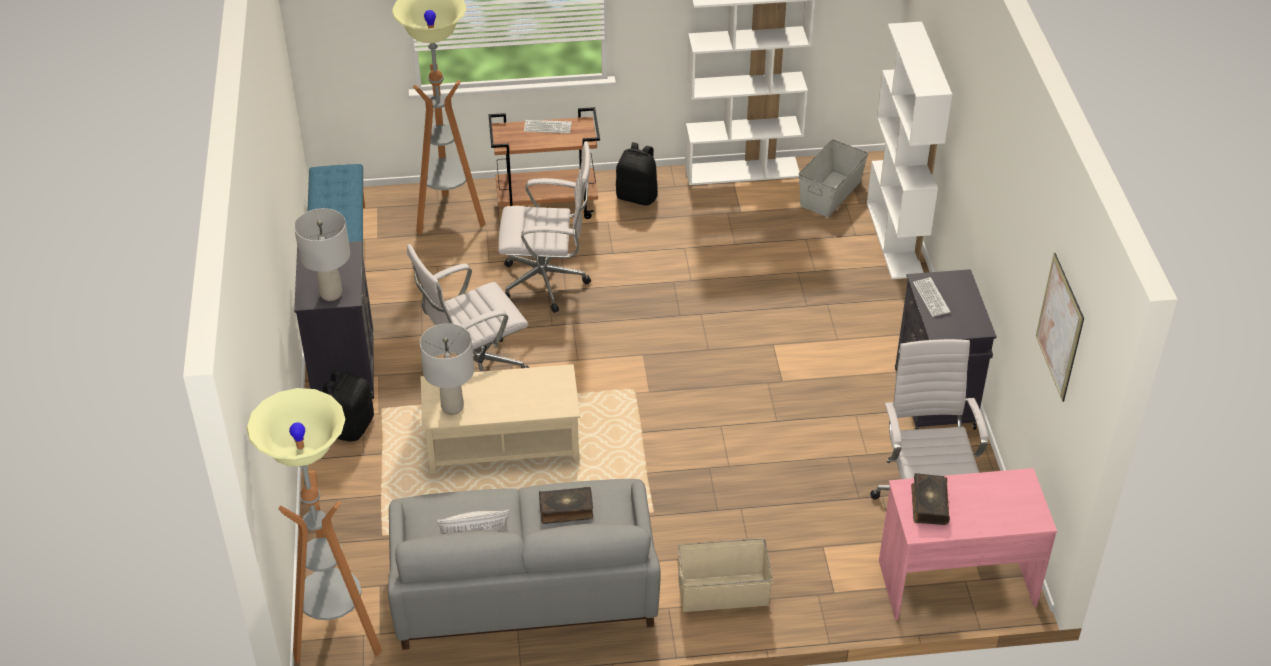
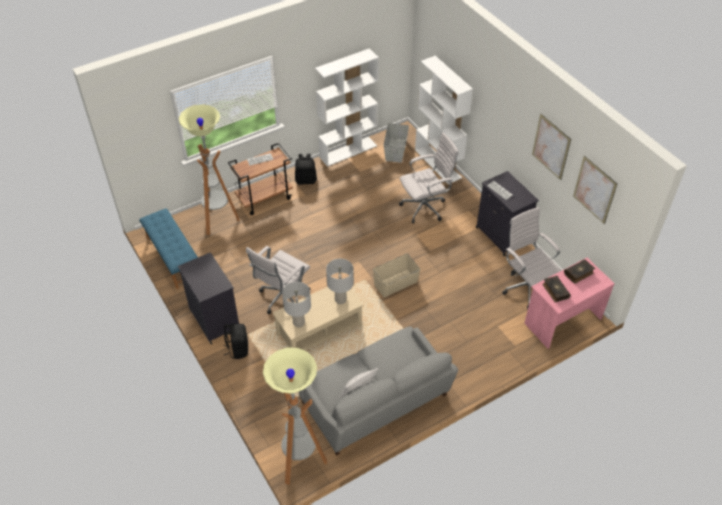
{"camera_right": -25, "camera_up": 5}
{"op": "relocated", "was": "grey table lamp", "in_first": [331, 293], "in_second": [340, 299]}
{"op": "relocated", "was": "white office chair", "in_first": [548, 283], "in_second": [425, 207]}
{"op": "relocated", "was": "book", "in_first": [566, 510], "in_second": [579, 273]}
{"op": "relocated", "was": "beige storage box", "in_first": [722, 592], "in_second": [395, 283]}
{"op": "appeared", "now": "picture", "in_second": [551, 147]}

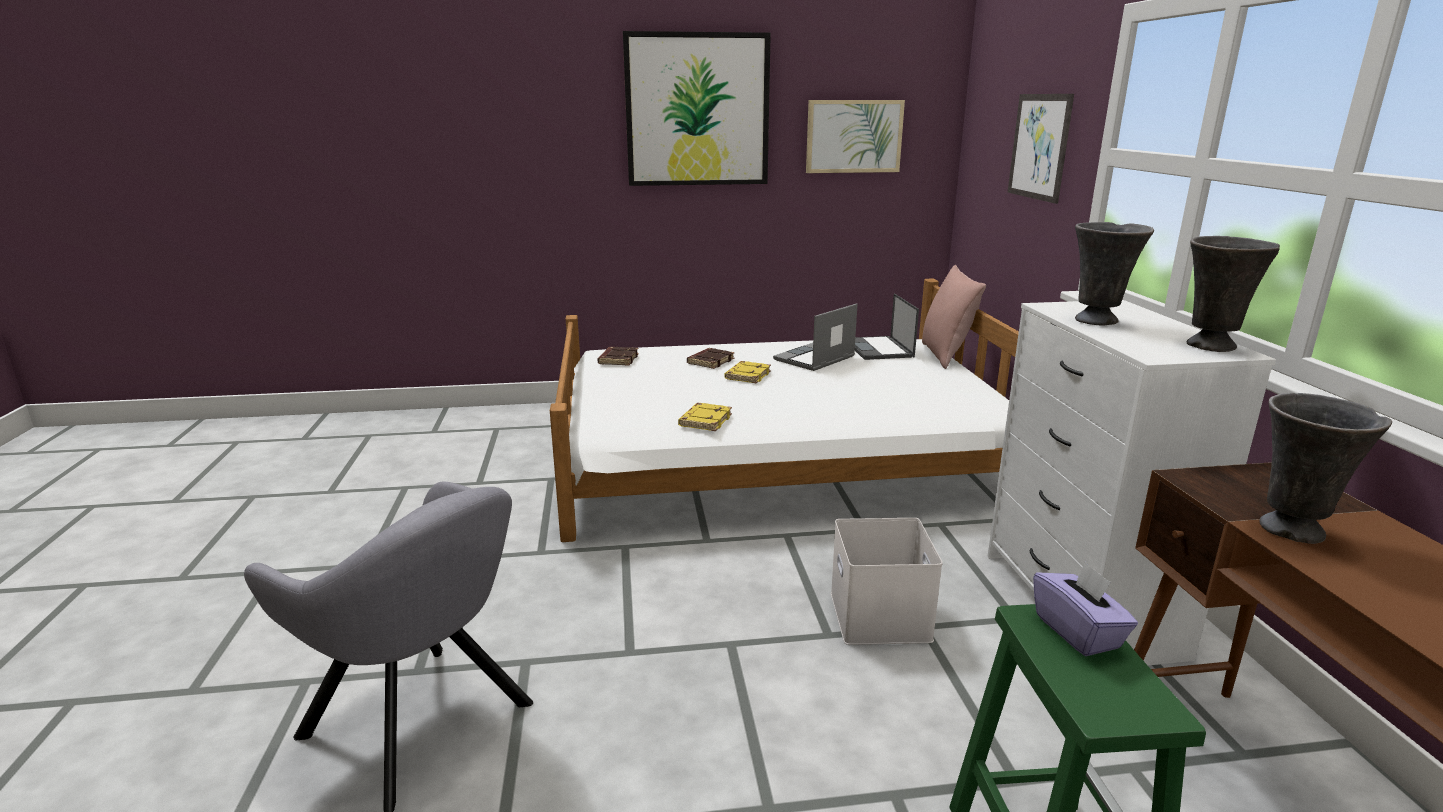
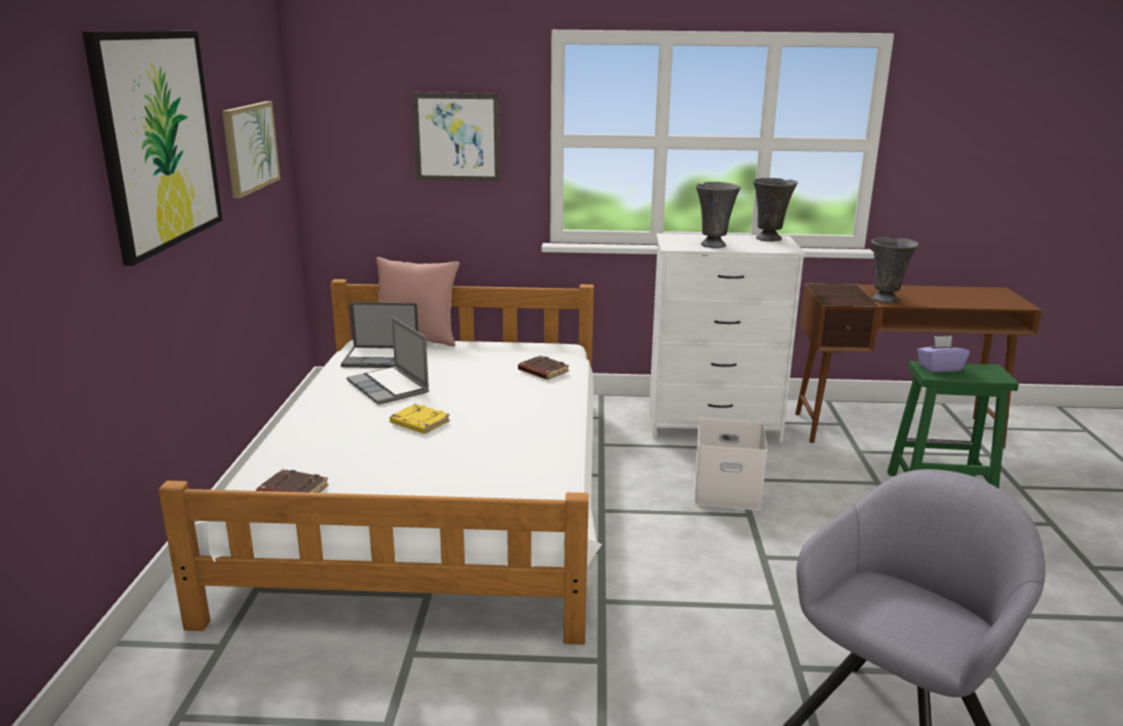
{"camera_right": -80, "camera_up": 0}
{"op": "missing", "was": "yellow book", "in_first": [705, 421]}
{"op": "relocated", "was": "brown book", "in_first": [710, 361], "in_second": [542, 371]}

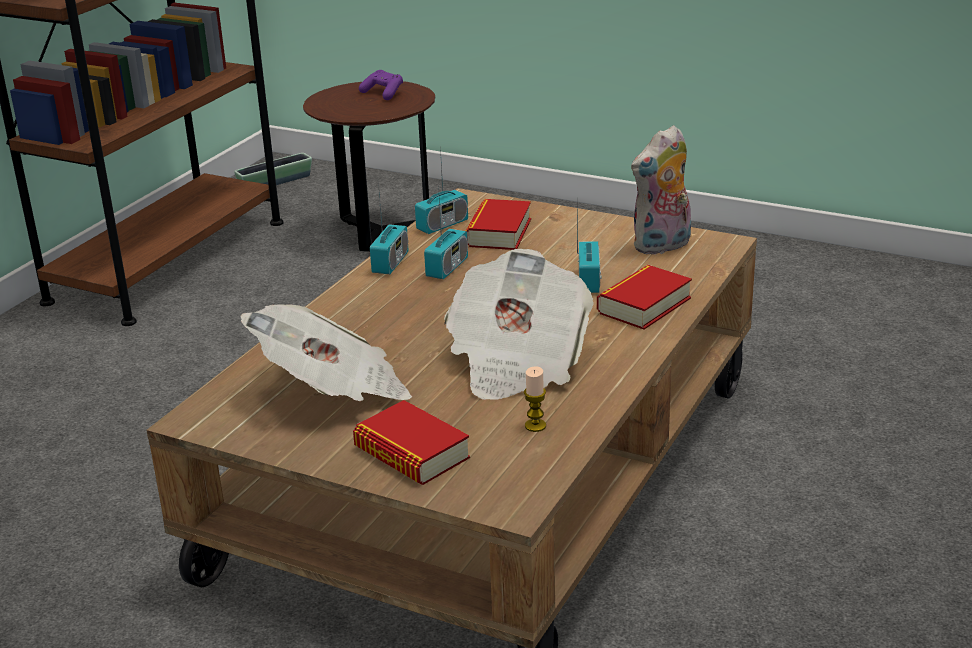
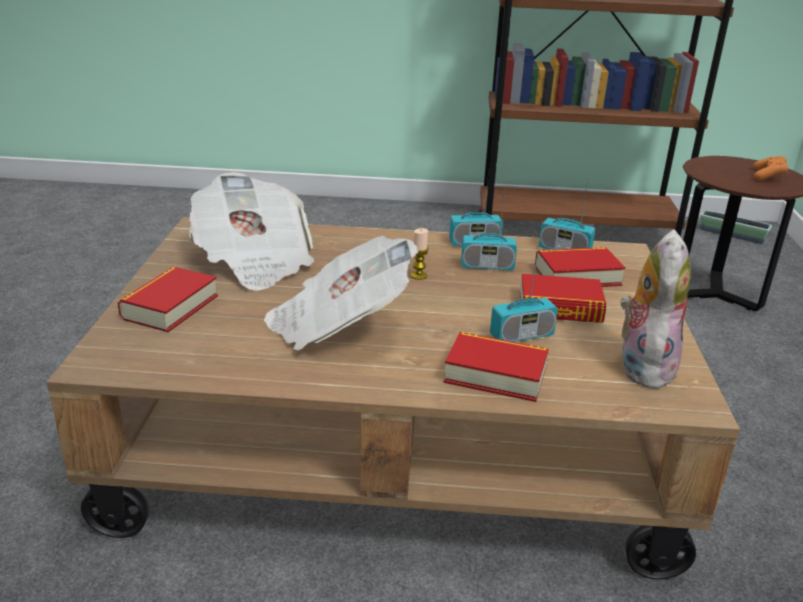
{"camera_right": 65, "camera_up": 0}
{"op": "colour", "was": "purple game controller", "now": "orange game controller", "in_first": [383, 93], "in_second": [768, 176]}
{"op": "relocated", "was": "candle", "in_first": [535, 426], "in_second": [418, 276]}
{"op": "spun", "was": "plush toy", "in_first": [662, 246], "in_second": [642, 365], "clockwise": 75}
{"op": "appeared", "now": "book", "in_second": [560, 308]}

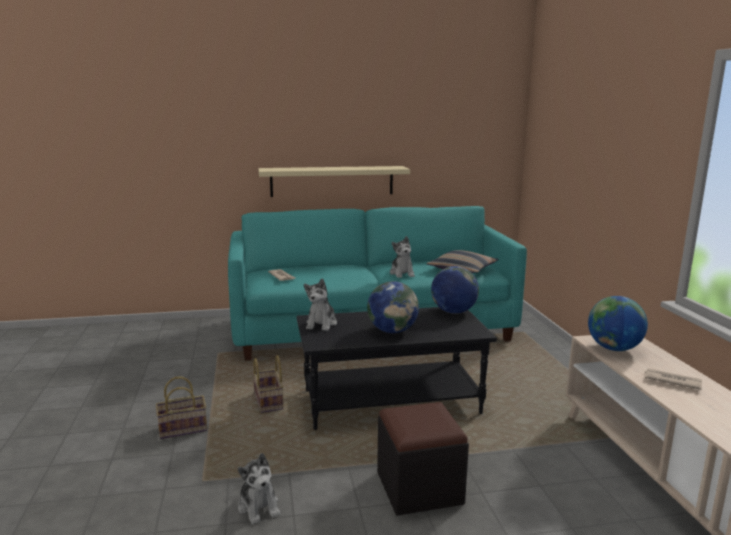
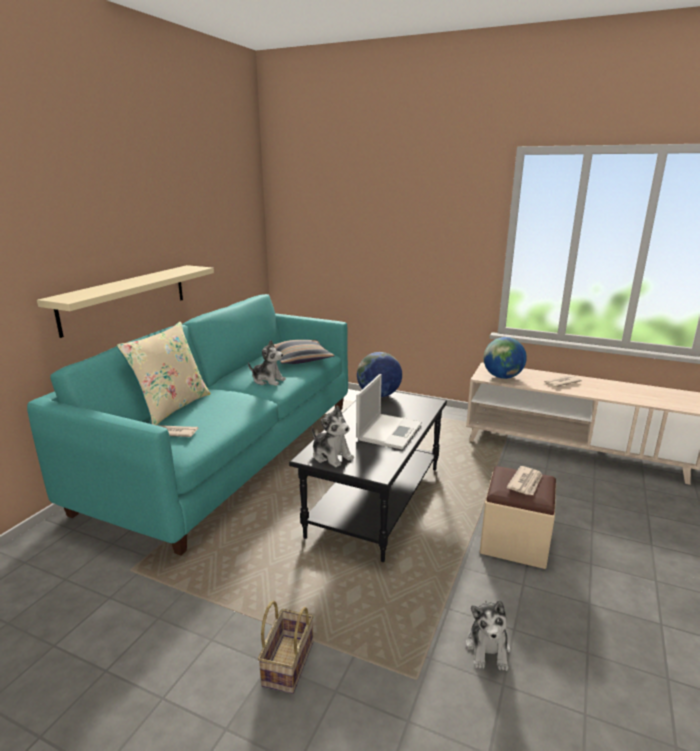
{"camera_right": -55, "camera_up": 5}
{"op": "spun", "was": "plush toy", "in_first": [259, 506], "in_second": [488, 648], "clockwise": 90}
{"op": "missing", "was": "basket", "in_first": [269, 402]}
{"op": "exchanged", "was": "globe", "now": "laptop", "in_first": [392, 331], "in_second": [389, 431]}
{"op": "colour", "was": "black ottoman", "now": "beige ottoman", "in_first": [419, 488], "in_second": [514, 542]}
{"op": "appeared", "now": "beige pillow", "in_second": [172, 407]}
{"op": "appeared", "now": "newspaper", "in_second": [526, 482]}

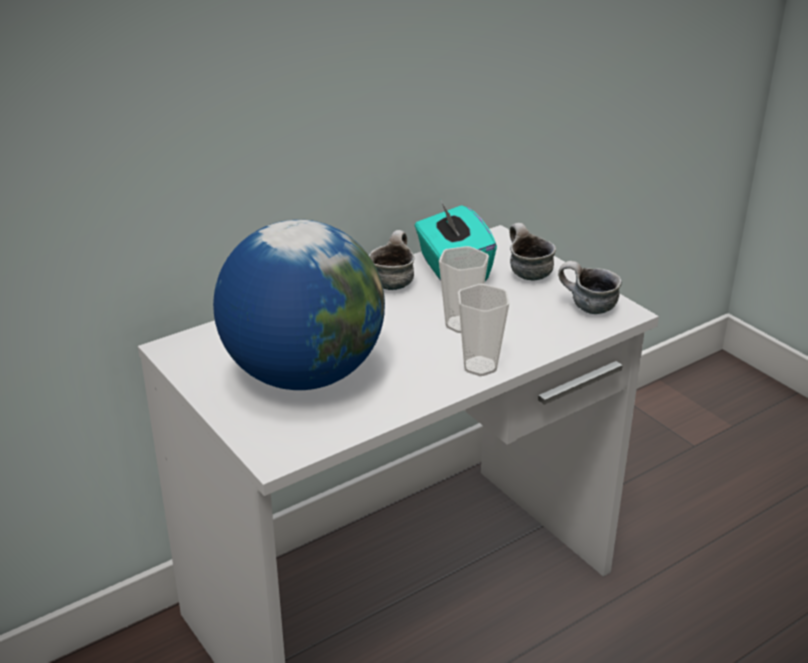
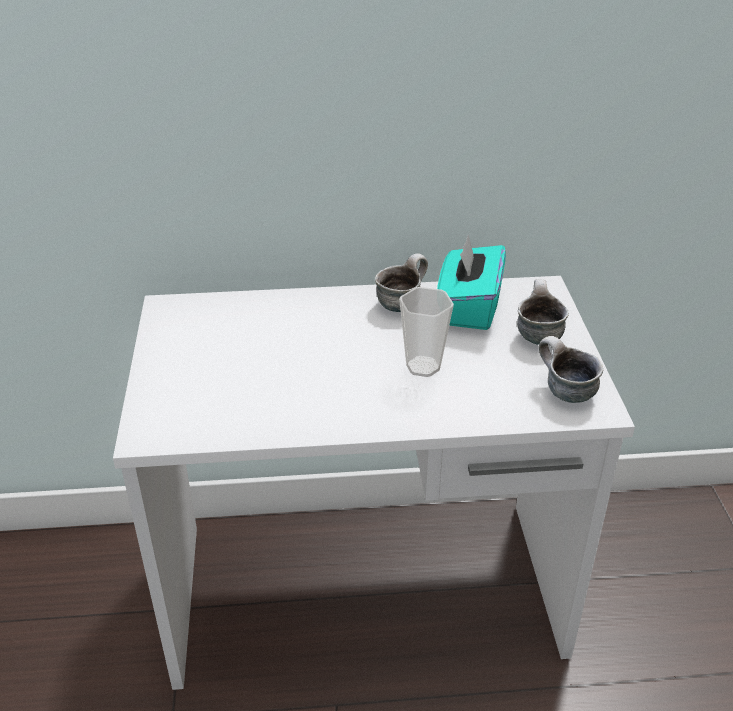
{"camera_right": 30, "camera_up": 5}
{"op": "missing", "was": "globe", "in_first": [303, 375]}
{"op": "missing", "was": "cup", "in_first": [480, 366]}

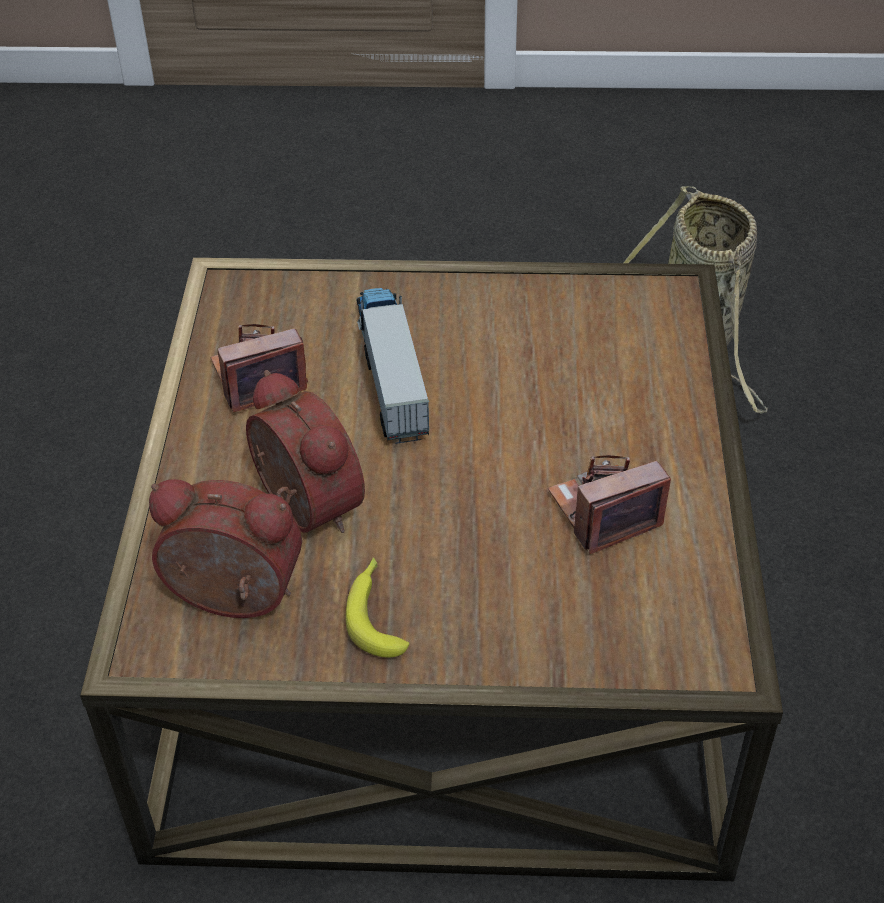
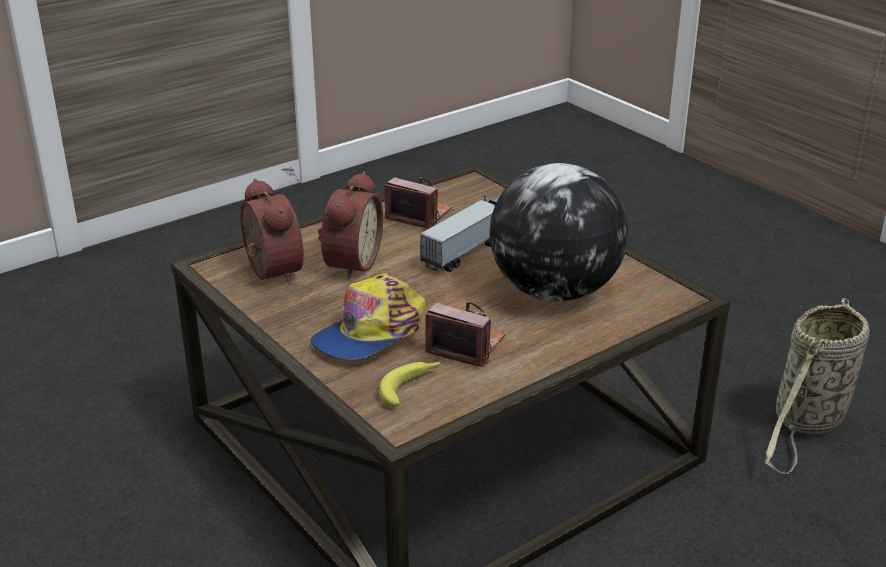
{"camera_right": 50, "camera_up": -15}
{"op": "relocated", "was": "banana", "in_first": [377, 613], "in_second": [411, 387]}
{"op": "appeared", "now": "cap", "in_second": [371, 333]}
{"op": "appeared", "now": "globe", "in_second": [554, 292]}

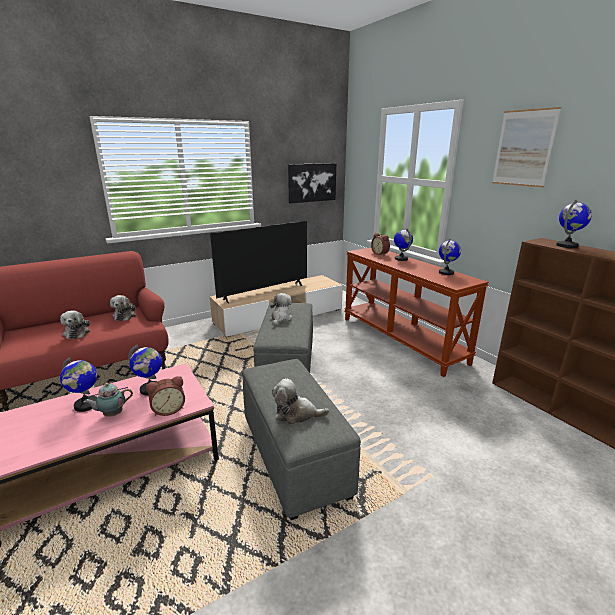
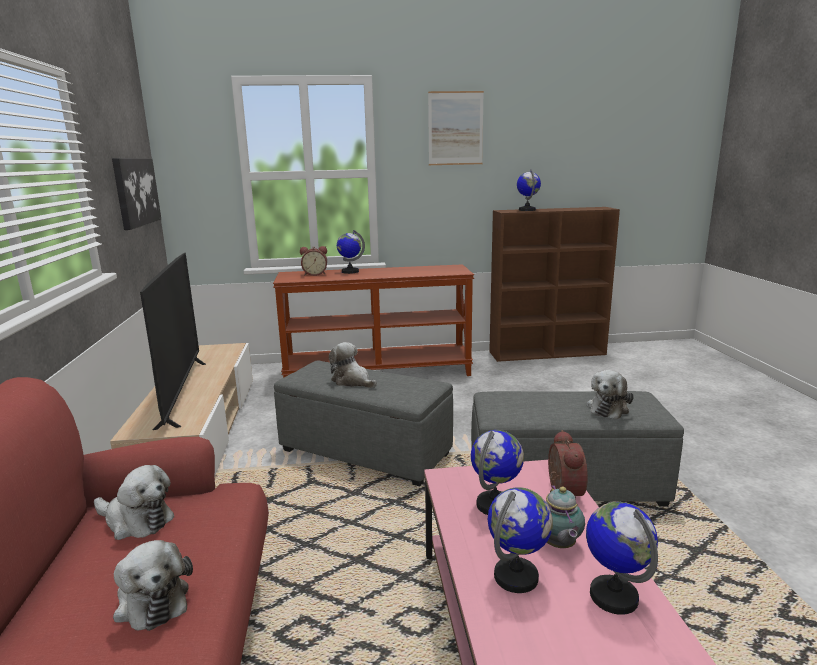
{"camera_right": -65, "camera_up": -5}
{"op": "spun", "was": "plush toy", "in_first": [77, 332], "in_second": [151, 599], "clockwise": 45}
{"op": "relocated", "was": "globe", "in_first": [446, 272], "in_second": [613, 596]}

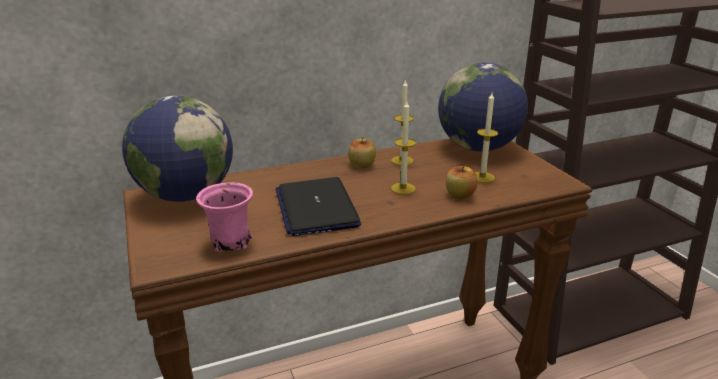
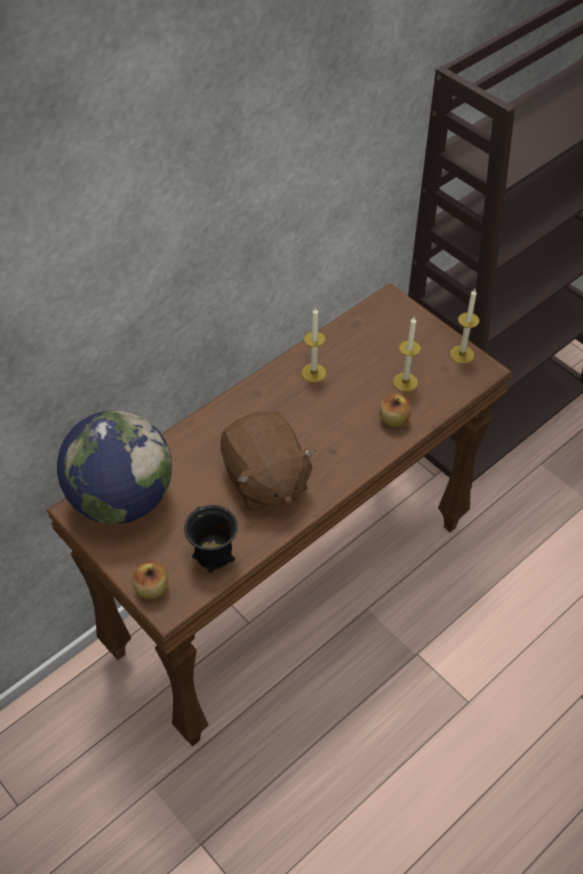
{"camera_right": -20, "camera_up": 25}
{"op": "colour", "was": "pink mug", "now": "black mug", "in_first": [230, 242], "in_second": [213, 555]}
{"op": "exchanged", "was": "laptop", "now": "brown plush toy", "in_first": [316, 207], "in_second": [265, 480]}
{"op": "relocated", "was": "apple", "in_first": [361, 165], "in_second": [152, 588]}
{"op": "relocated", "was": "candle", "in_first": [403, 188], "in_second": [462, 354]}
{"op": "missing", "was": "globe", "in_first": [478, 148]}

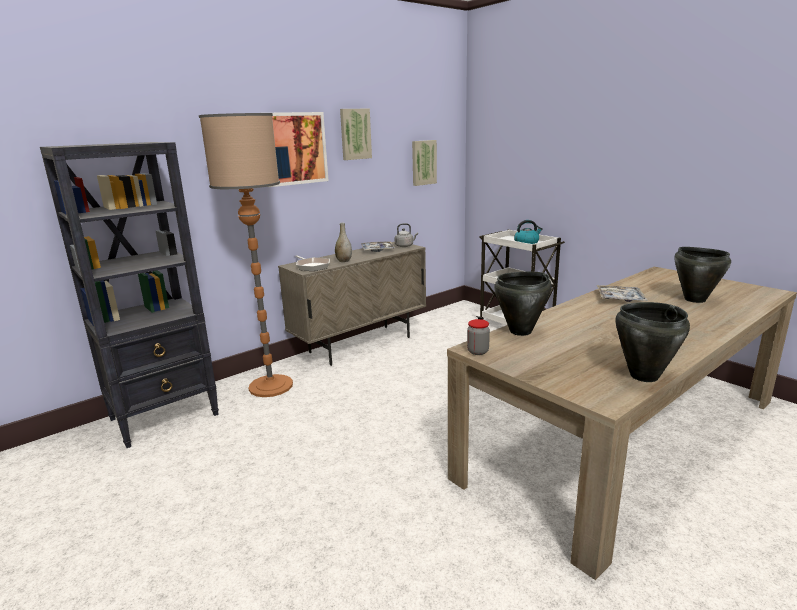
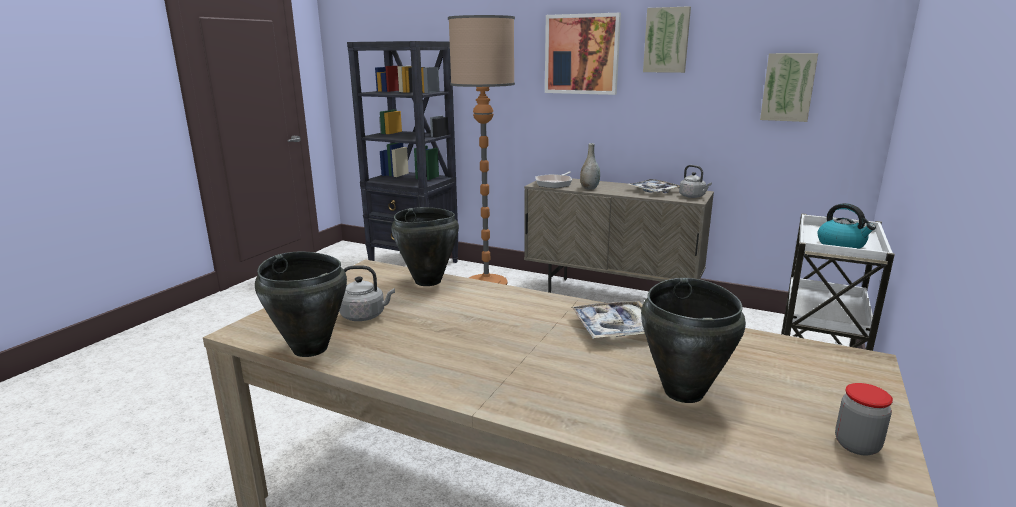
{"camera_right": 65, "camera_up": 0}
{"op": "relocated", "was": "jar", "in_first": [478, 351], "in_second": [857, 445]}
{"op": "appeared", "now": "grey kettle", "in_second": [365, 316]}

